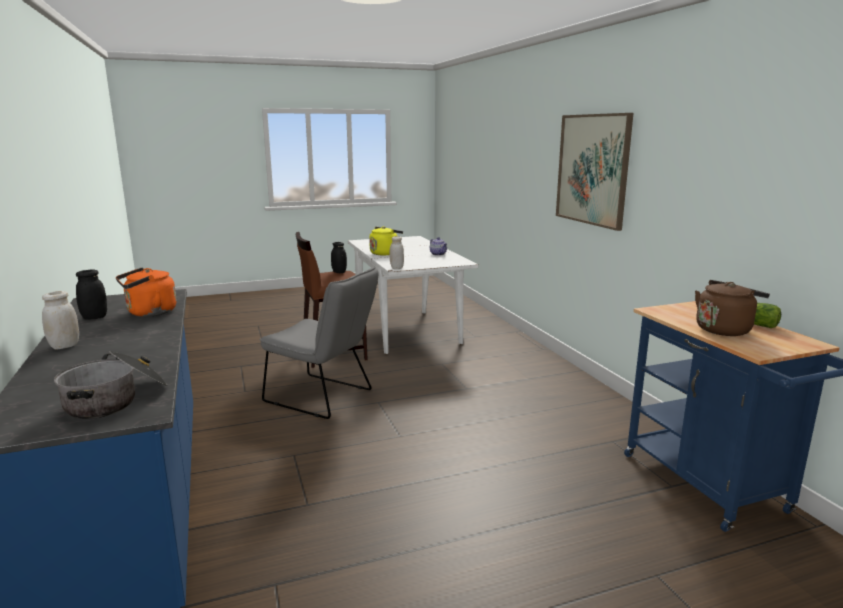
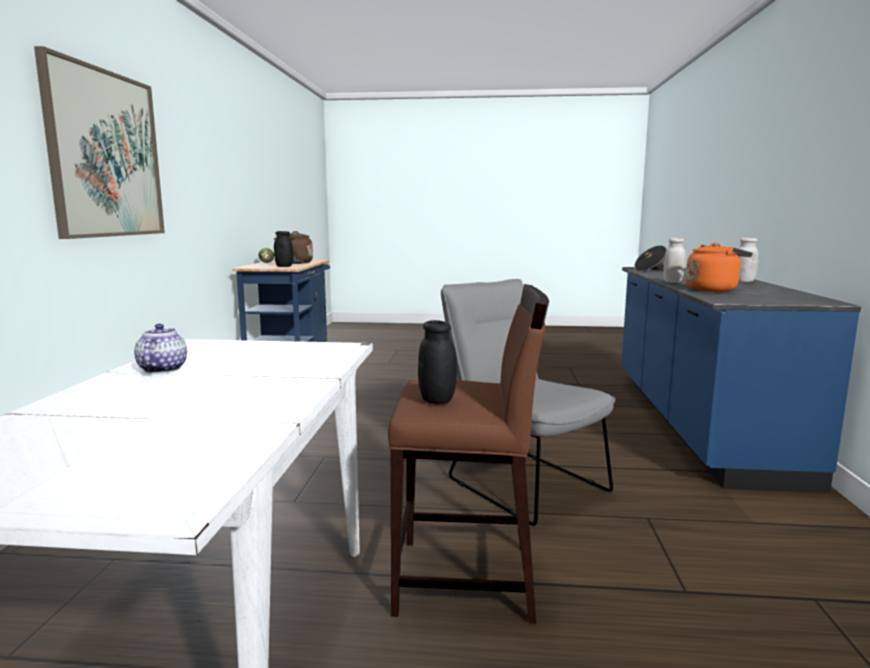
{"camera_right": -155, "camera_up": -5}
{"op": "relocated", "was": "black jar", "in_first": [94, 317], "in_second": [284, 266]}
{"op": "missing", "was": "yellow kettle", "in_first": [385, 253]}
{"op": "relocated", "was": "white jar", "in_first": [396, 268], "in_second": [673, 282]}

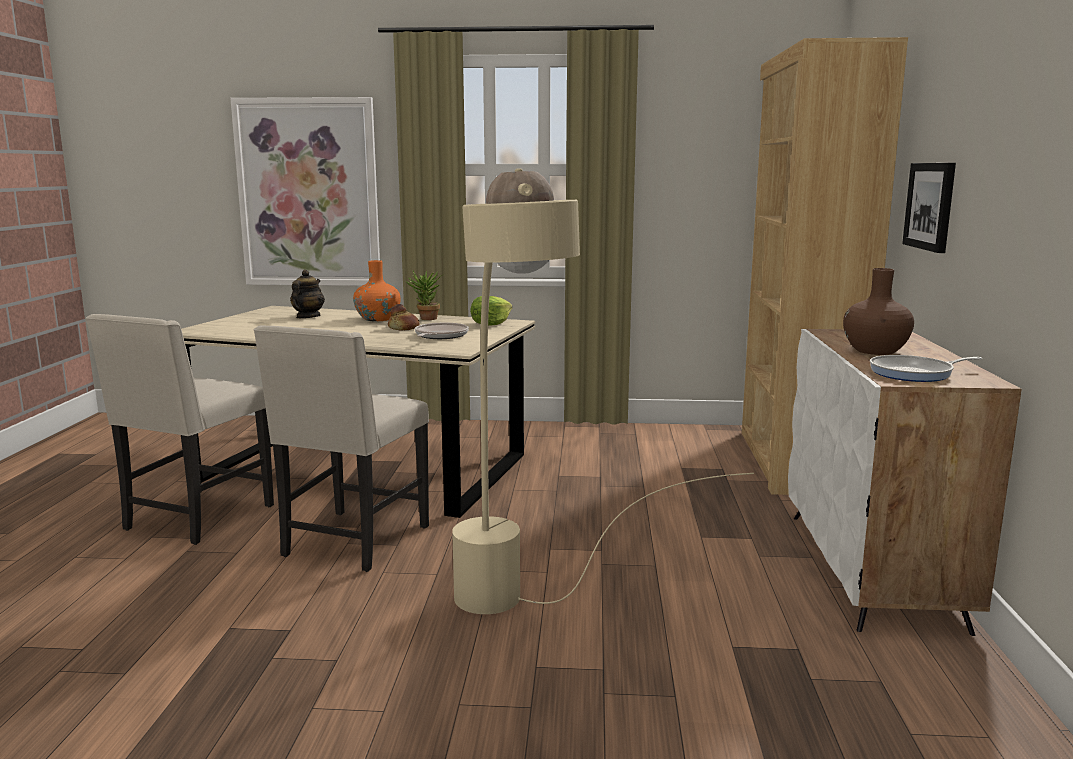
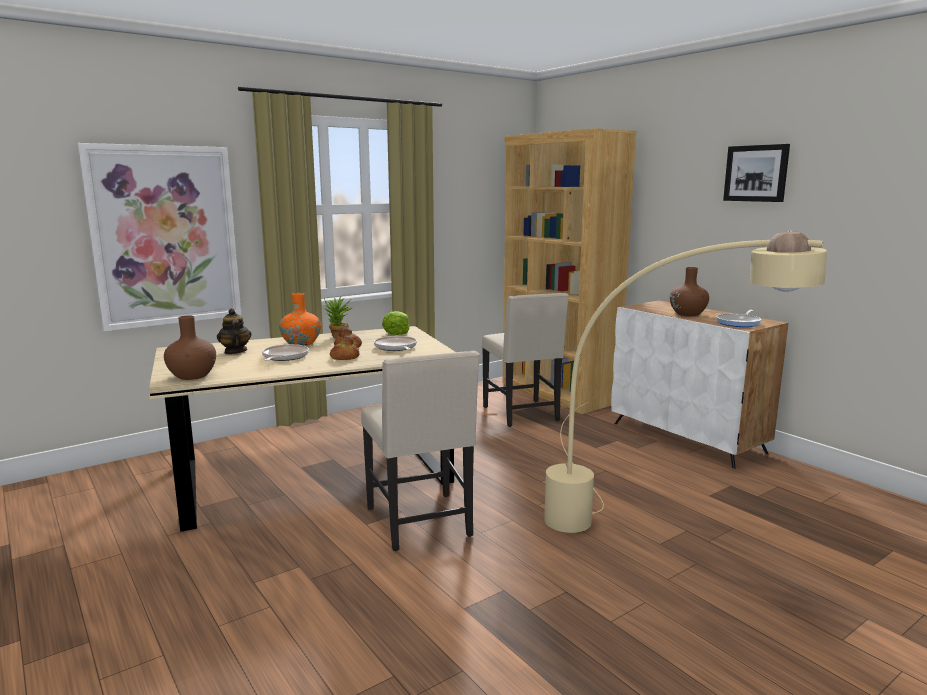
{"camera_right": -40, "camera_up": 0}
{"op": "relocated", "was": "beige chair", "in_first": [196, 518], "in_second": [522, 414]}
{"op": "relocated", "was": "picture", "in_first": [931, 206], "in_second": [756, 173]}
{"op": "appeared", "now": "brown vase", "in_second": [192, 376]}
{"op": "appeared", "now": "frying pan", "in_second": [284, 357]}
{"op": "appeared", "now": "bread", "in_second": [344, 357]}

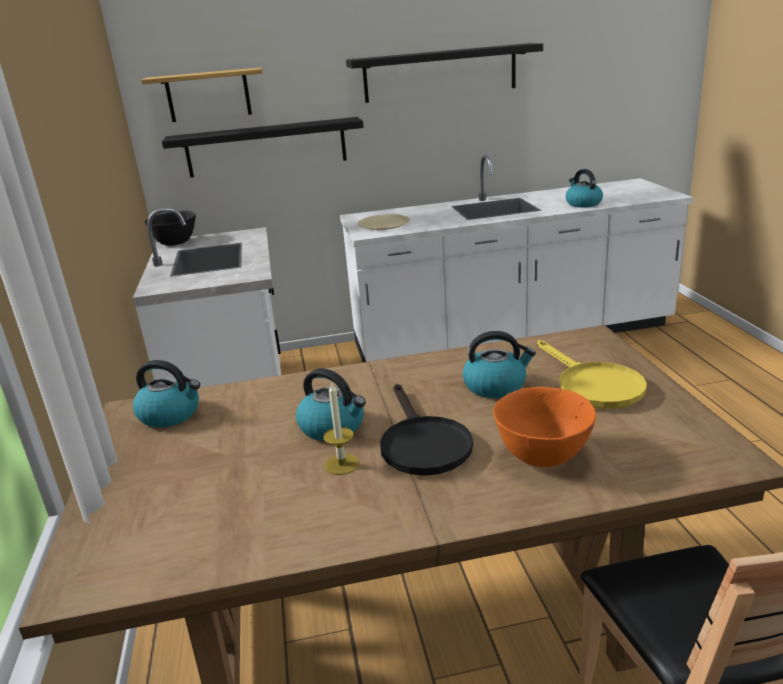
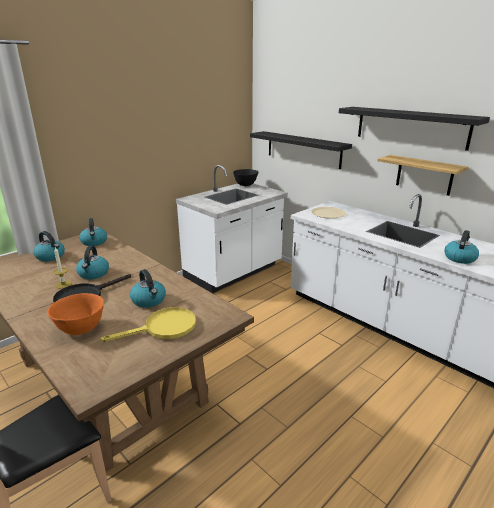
{"camera_right": 55, "camera_up": 0}
{"op": "relocated", "was": "shelf", "in_first": [208, 95], "in_second": [424, 175]}
{"op": "spun", "was": "yellow frying pan", "in_first": [592, 385], "in_second": [163, 328], "clockwise": -150}
{"op": "appeared", "now": "kettle", "in_second": [51, 256]}

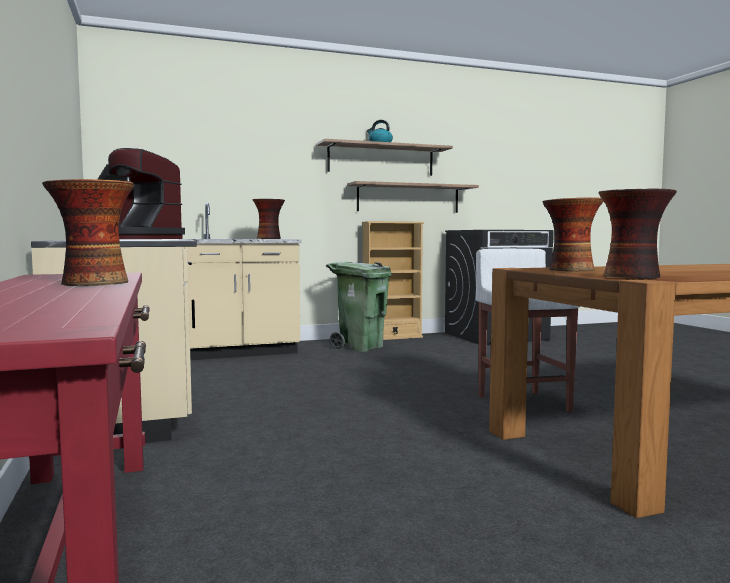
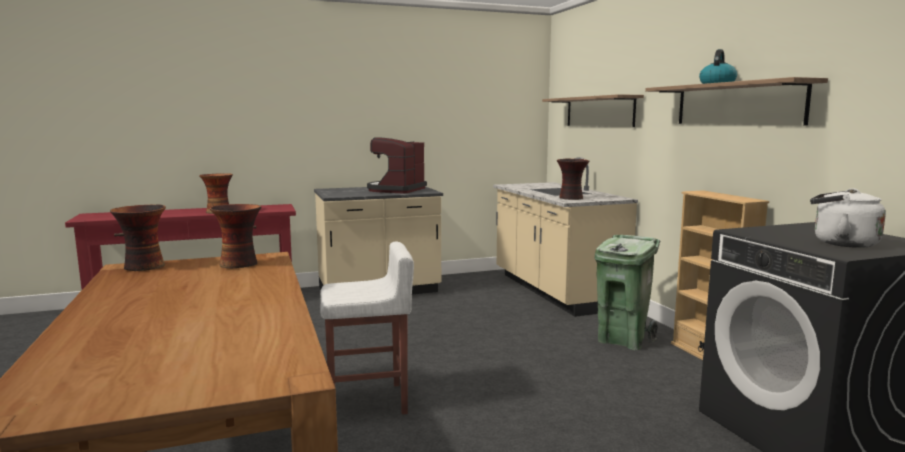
{"camera_right": 90, "camera_up": 5}
{"op": "relocated", "was": "shelf", "in_first": [408, 198], "in_second": [599, 111]}
{"op": "appeared", "now": "white kettle", "in_second": [840, 243]}

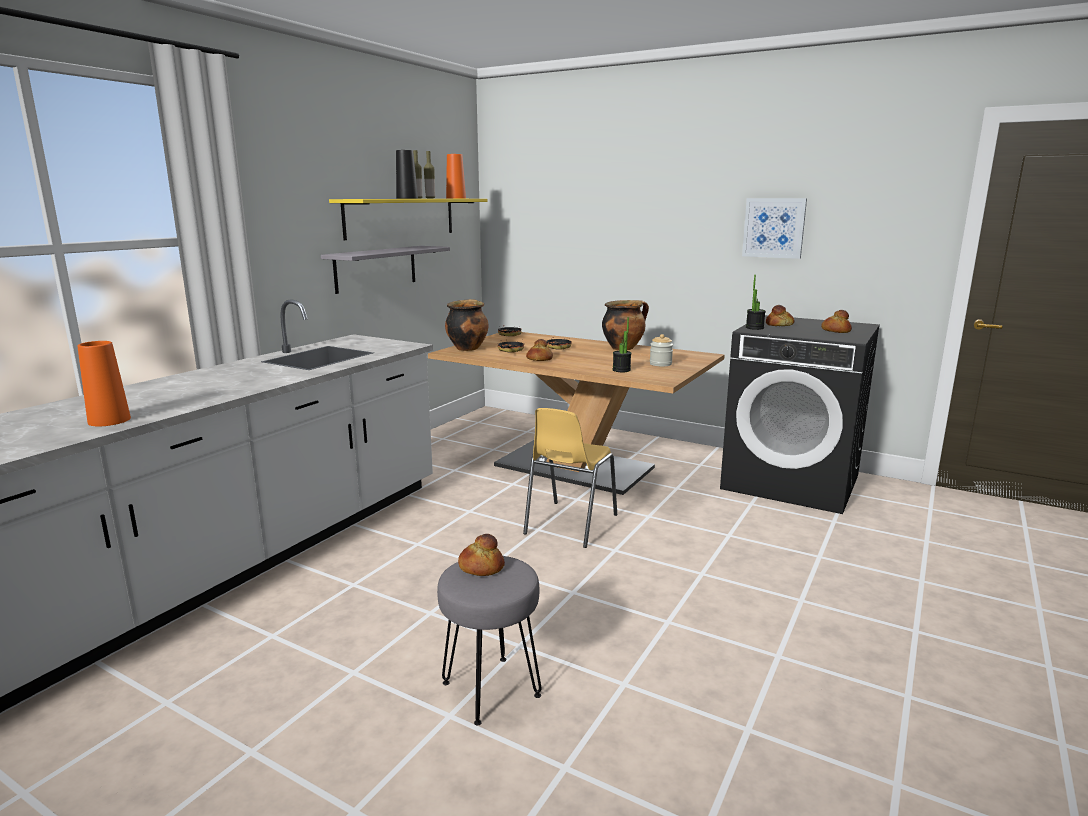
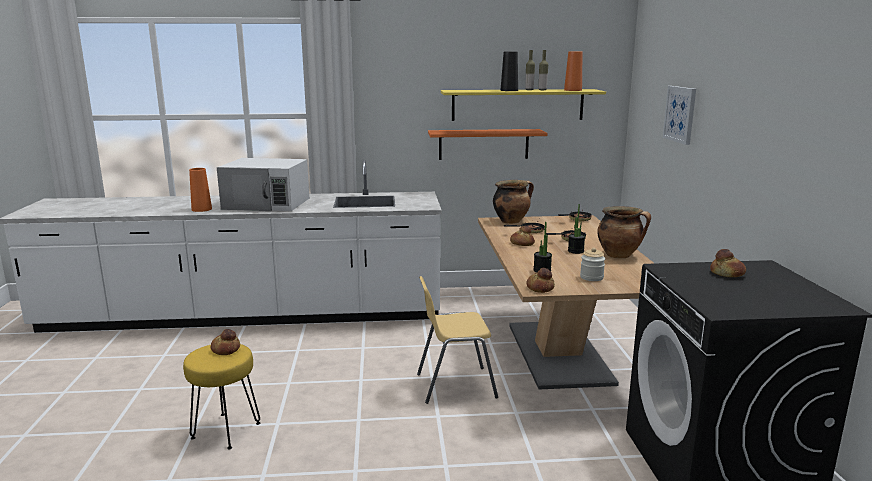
{"camera_right": 55, "camera_up": 0}
{"op": "colour", "was": "grey shelf", "now": "orange shelf", "in_first": [376, 268], "in_second": [483, 144]}
{"op": "colour", "was": "grey stool", "now": "yellow stool", "in_first": [490, 689], "in_second": [226, 430]}
{"op": "relocated", "was": "picture", "in_first": [774, 228], "in_second": [680, 114]}
{"op": "relocated", "was": "potted plant", "in_first": [754, 328], "in_second": [575, 251]}
{"op": "relocated", "was": "bread", "in_first": [835, 331], "in_second": [540, 288]}
{"op": "appeared", "now": "white microwave", "in_second": [267, 203]}

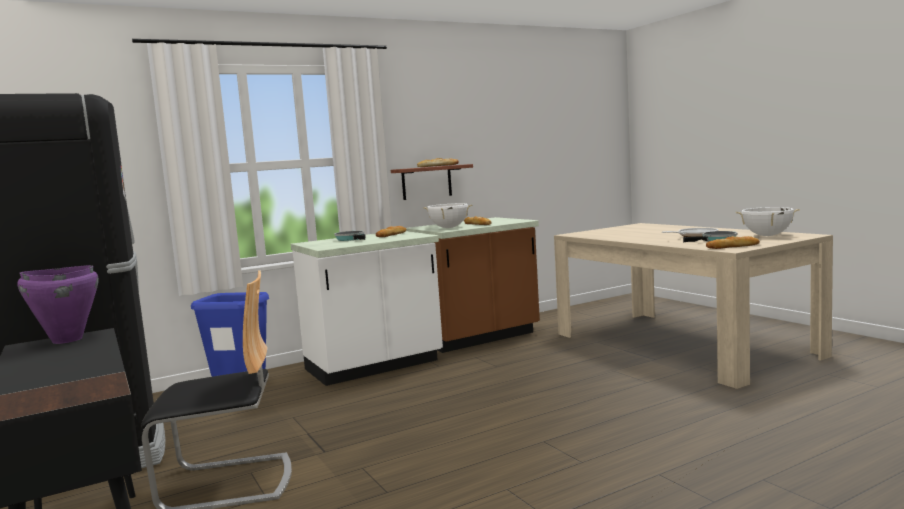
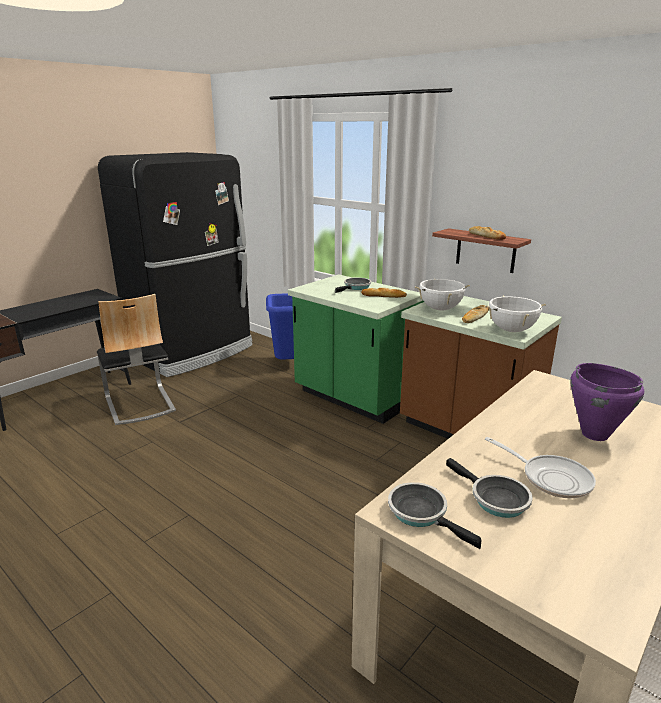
{"camera_right": 70, "camera_up": 15}
{"op": "relocated", "was": "purple cooking pot", "in_first": [66, 340], "in_second": [594, 434]}
{"op": "colour", "was": "white counter", "now": "green counter", "in_first": [374, 366], "in_second": [353, 398]}
{"op": "exchanged", "was": "bread", "now": "frying pan", "in_first": [733, 246], "in_second": [421, 513]}
{"op": "relocated", "was": "white cooking pot", "in_first": [767, 235], "in_second": [511, 330]}

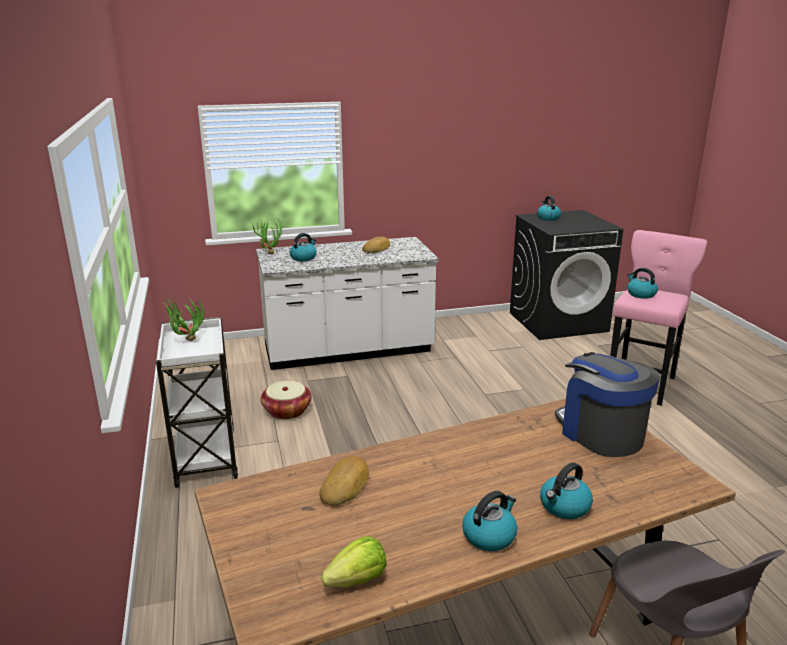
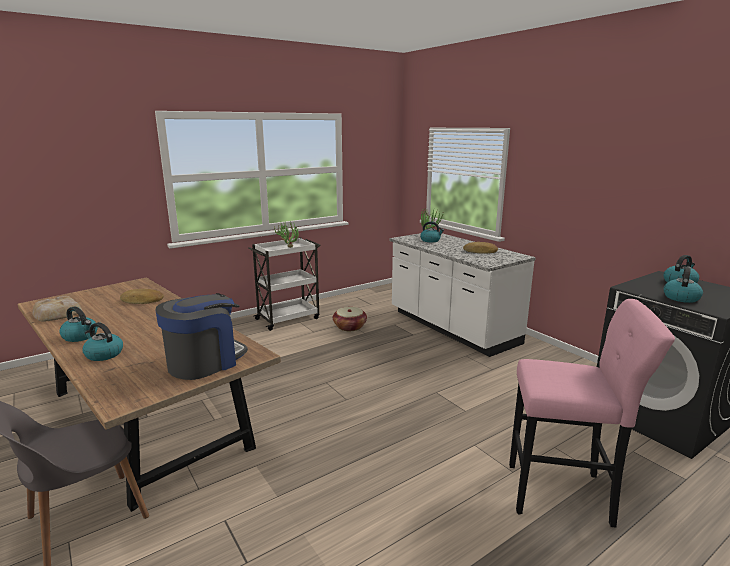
{"camera_right": 70, "camera_up": -5}
{"op": "exchanged", "was": "lettuce", "now": "bread", "in_first": [357, 580], "in_second": [57, 313]}
{"op": "relocated", "was": "kettle", "in_first": [640, 294], "in_second": [681, 297]}

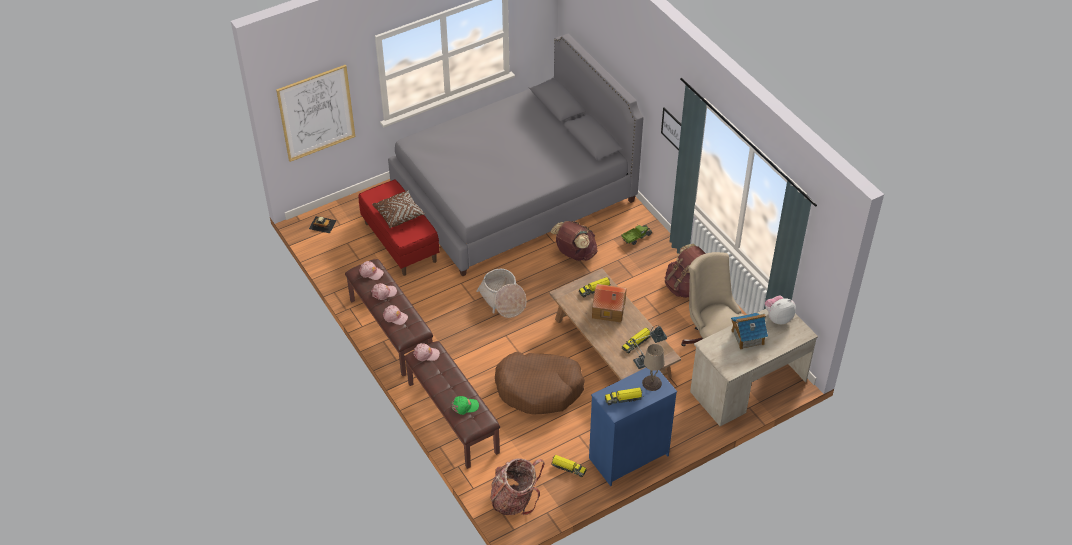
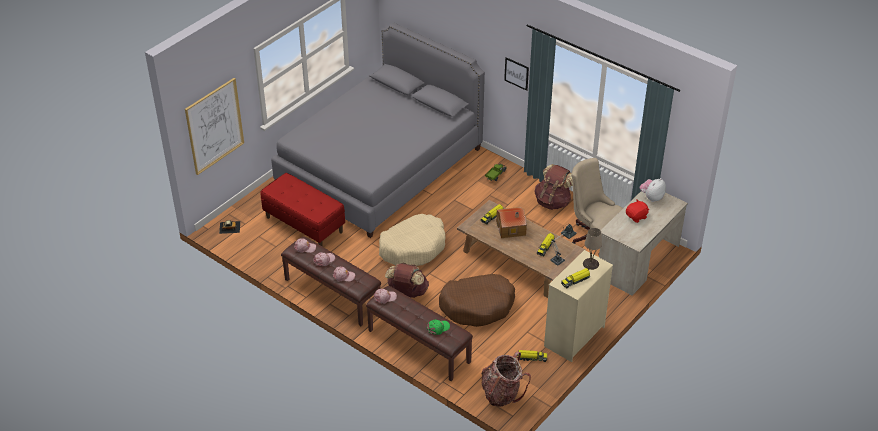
{"camera_right": -20, "camera_up": -5}
{"op": "missing", "was": "brown pillow", "in_first": [399, 214]}
{"op": "exchanged", "was": "basket", "now": "beige dog bed", "in_first": [503, 300], "in_second": [413, 247]}
{"op": "relocated", "was": "brown backpack", "in_first": [574, 254], "in_second": [407, 293]}
{"op": "colour", "was": "blue dresser", "now": "beige dresser", "in_first": [628, 456], "in_second": [574, 336]}
{"op": "exchanged", "was": "toy house", "now": "red plush toy", "in_first": [747, 337], "in_second": [636, 217]}

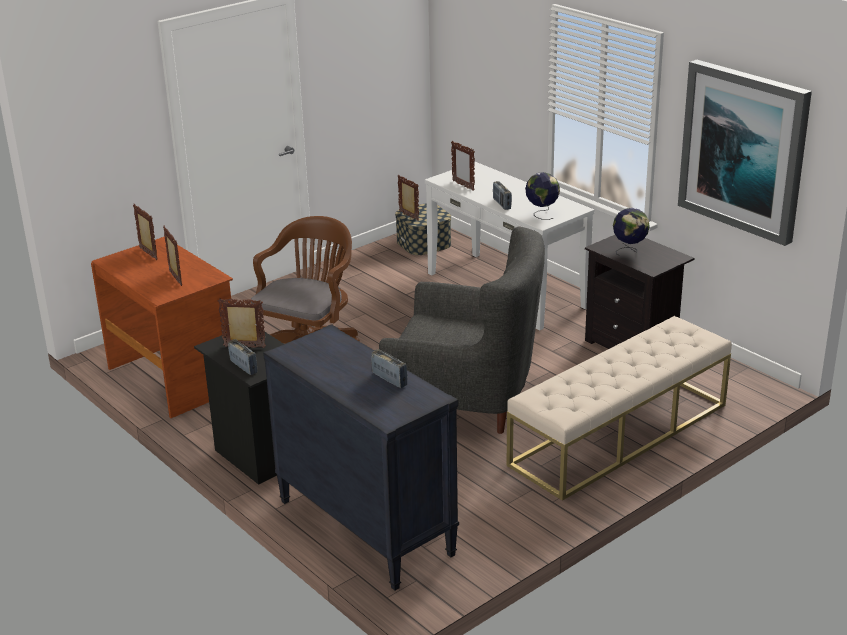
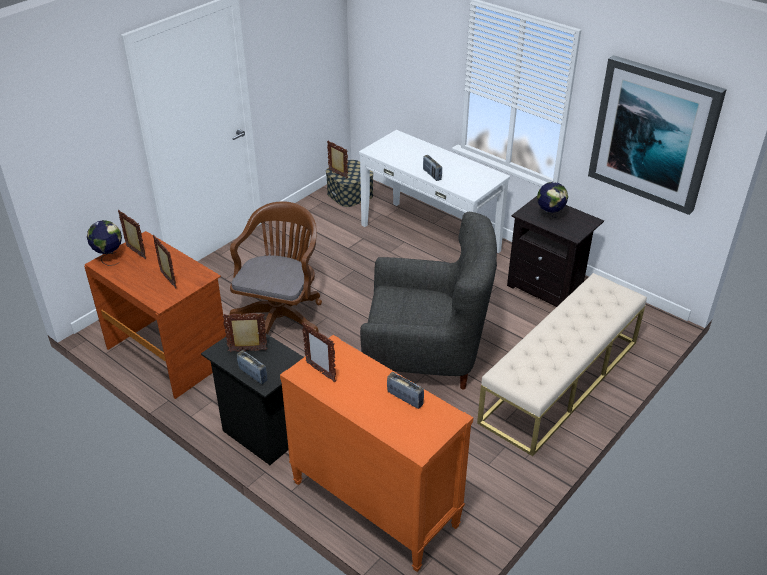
{"camera_right": -10, "camera_up": 10}
{"op": "colour", "was": "black dresser", "now": "orange dresser", "in_first": [364, 527], "in_second": [374, 504]}
{"op": "relocated", "was": "picture frame", "in_first": [463, 186], "in_second": [320, 372]}
{"op": "relocated", "was": "globe", "in_first": [542, 214], "in_second": [109, 258]}

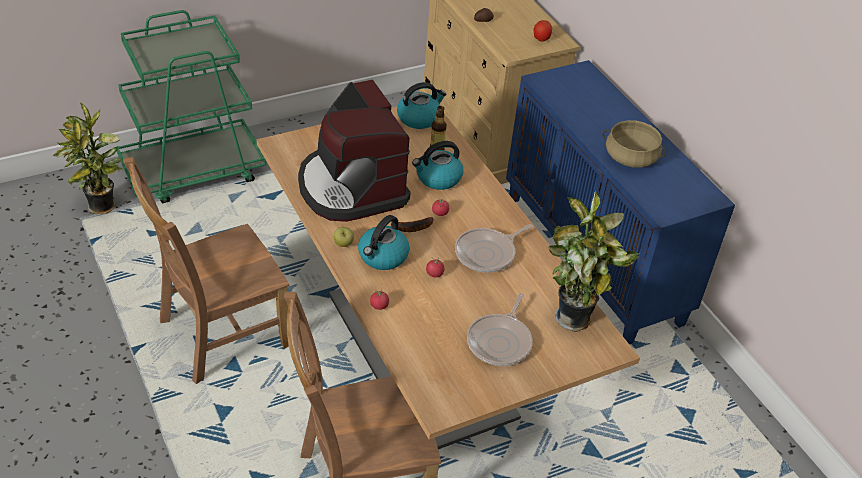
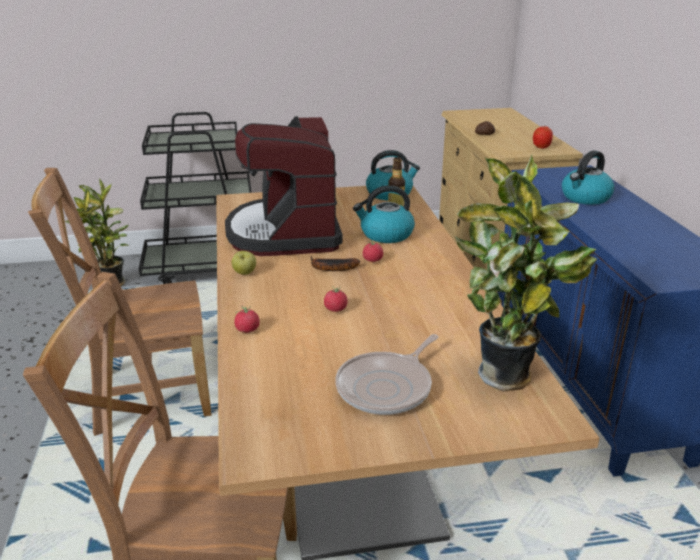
{"camera_right": 20, "camera_up": -15}
{"op": "colour", "was": "green cart", "now": "black cart", "in_first": [194, 171], "in_second": [207, 268]}
{"op": "relocated", "was": "kettle", "in_first": [382, 257], "in_second": [585, 198]}
{"op": "missing", "was": "frying pan", "in_first": [487, 253]}
{"op": "missing", "was": "beige cooking pot", "in_first": [630, 158]}

